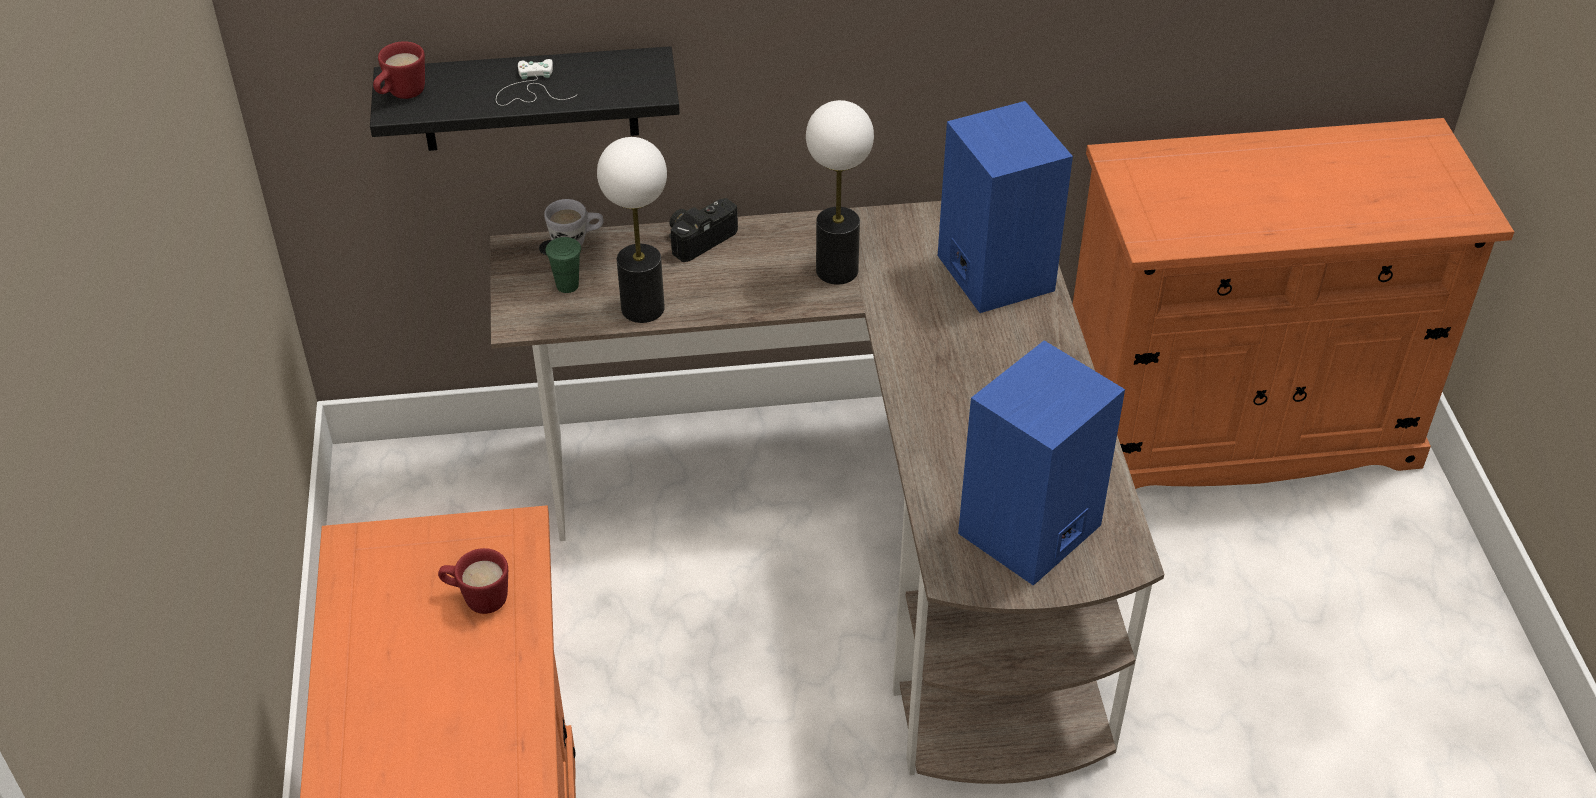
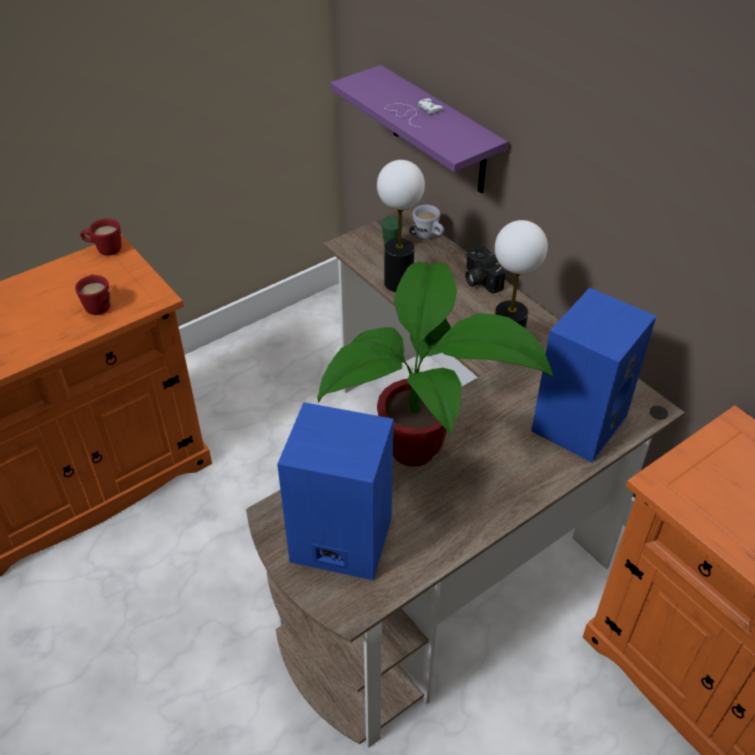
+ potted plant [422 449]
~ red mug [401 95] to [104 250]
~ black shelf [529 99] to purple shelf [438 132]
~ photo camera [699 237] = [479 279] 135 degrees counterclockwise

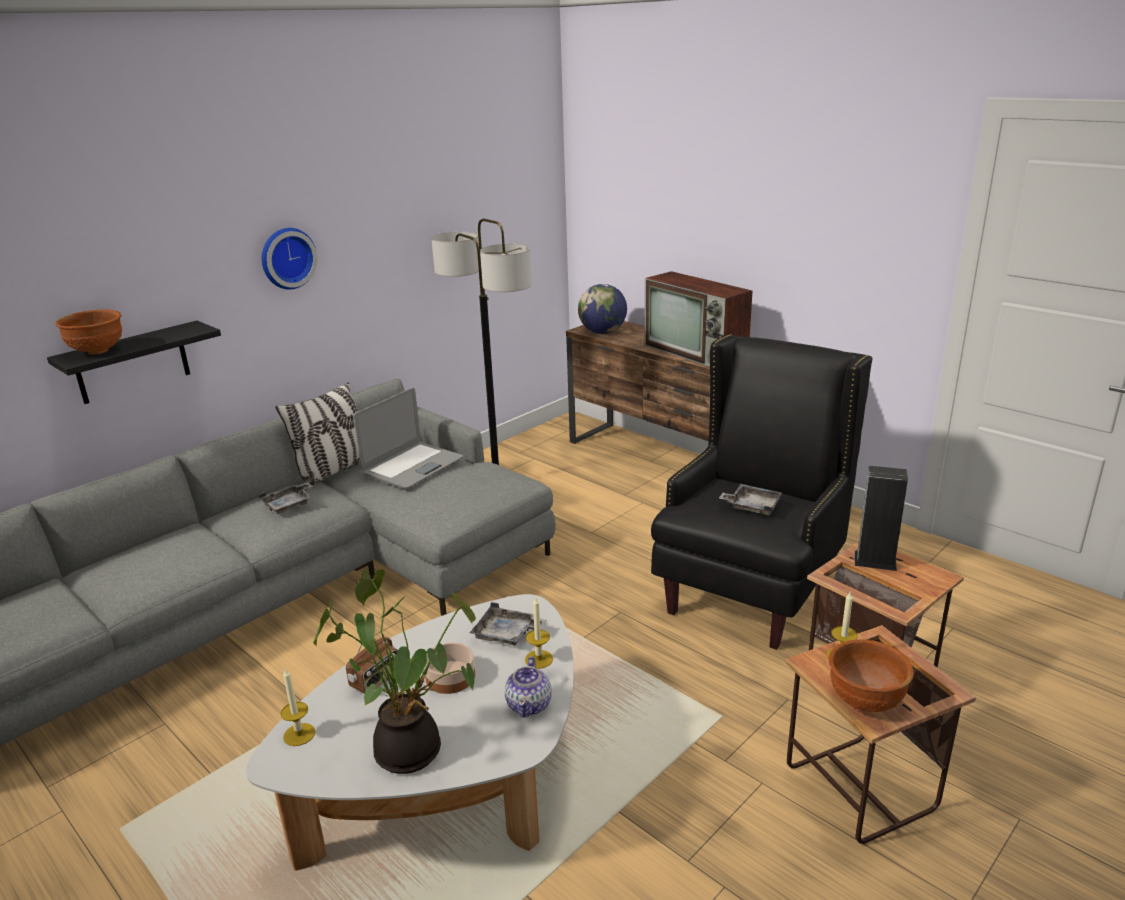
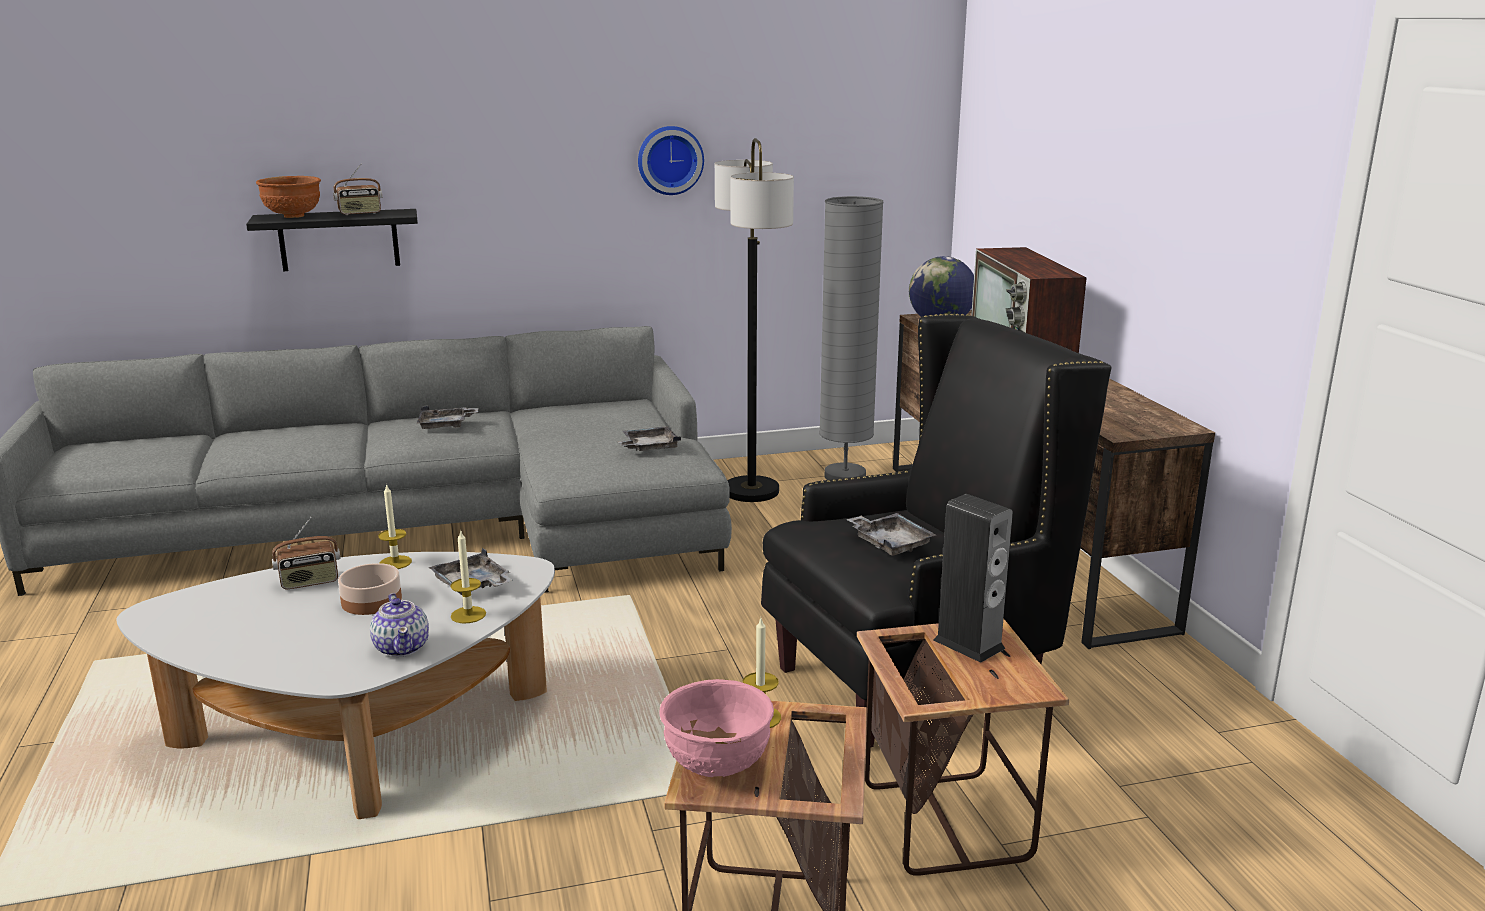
- pillow [334 472]
- potted plant [412 748]
- laptop [412 466]
+ radio [360 213]
+ grey tray [649 447]
+ grey floor lamp [844 477]
~ wall clock [287 258] to [669 160]
~ candle [299 734] to [395 562]
~ brown bowl [864 700] to pink bowl [717 765]
~ teapot [529 704] = [402 647] 60 degrees counterclockwise

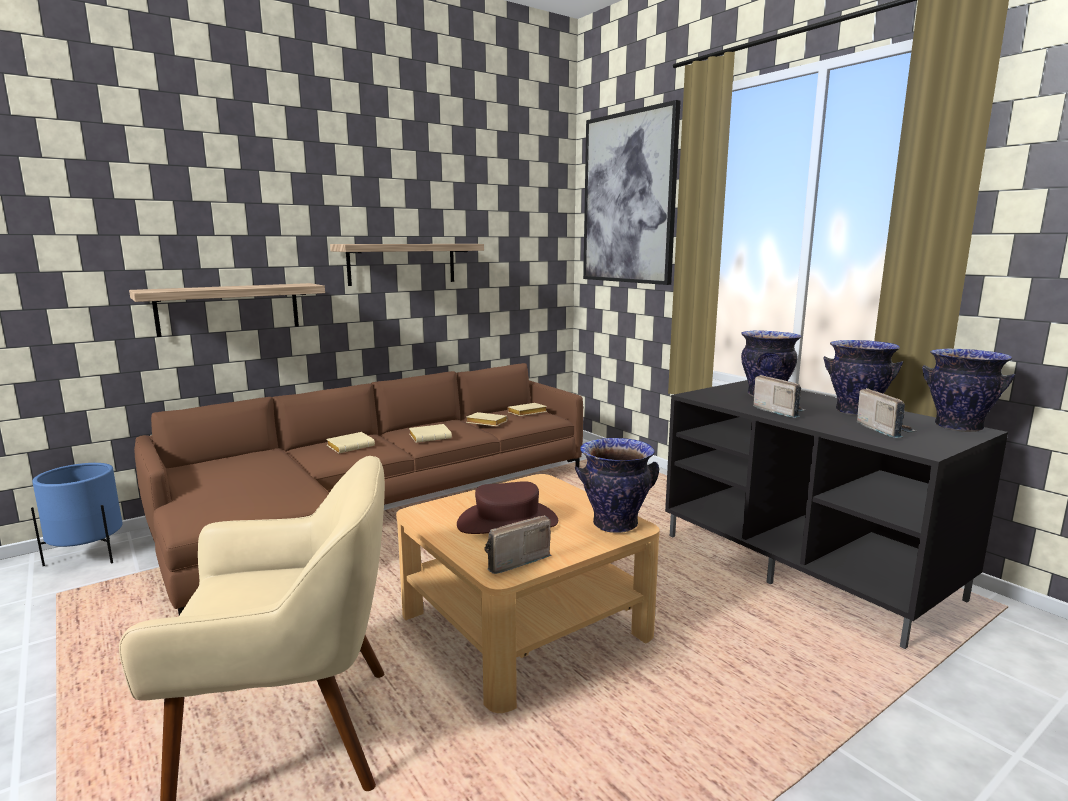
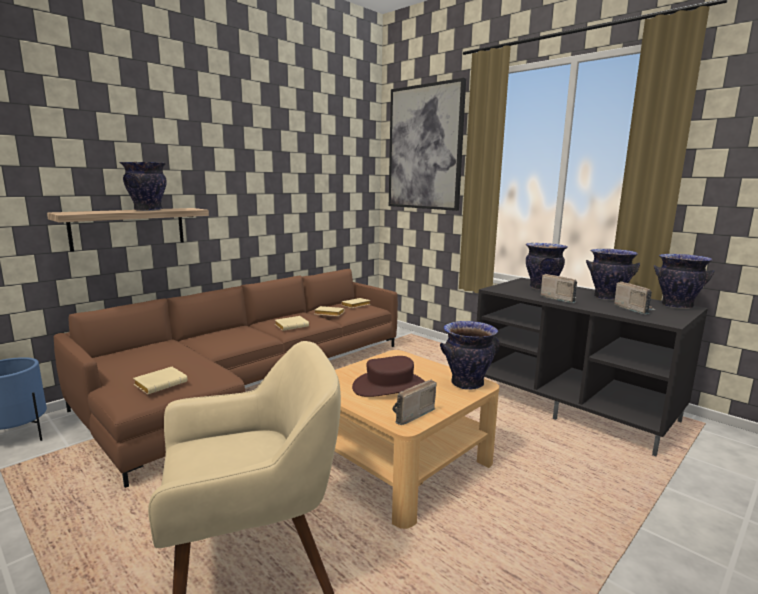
- shelf [402 263]
+ vase [147 210]
~ beige book [351 446] to [161 384]

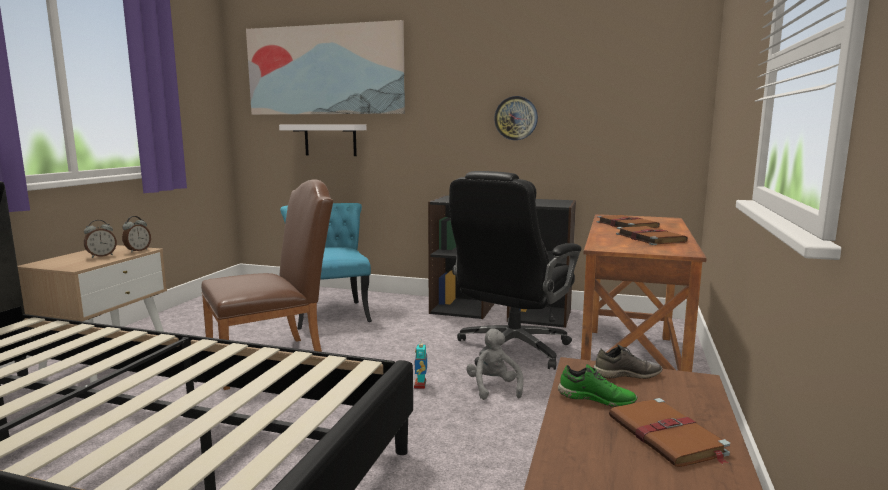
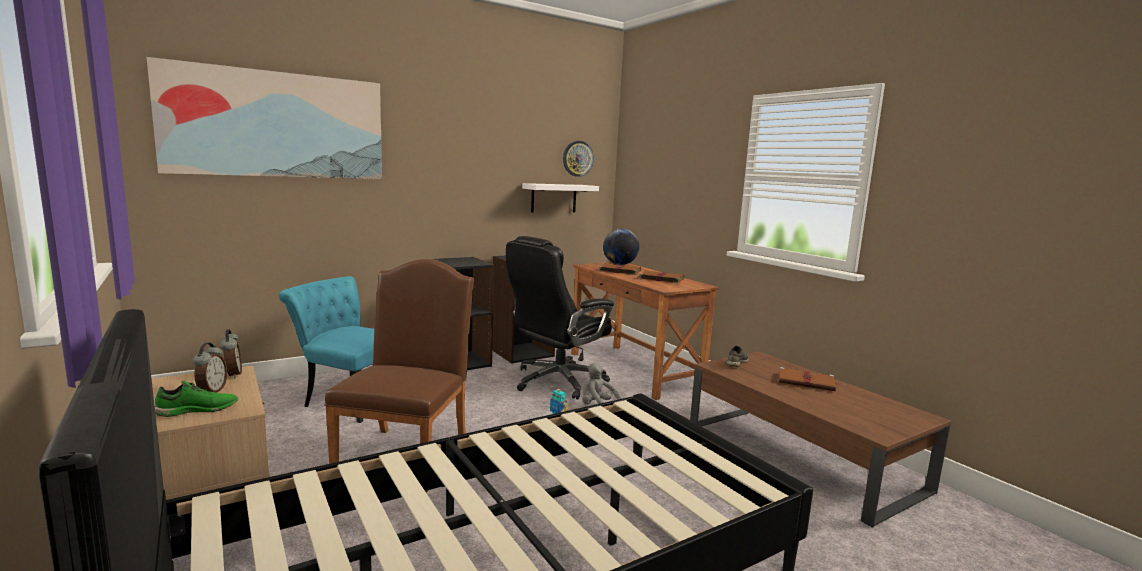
+ globe [620 264]
~ white shelf [330 140] to [553 198]
~ wall clock [516 118] to [577 158]
~ green shoe [596 398] to [198 410]
~ black office chair [511 350] = [557 381] 60 degrees clockwise

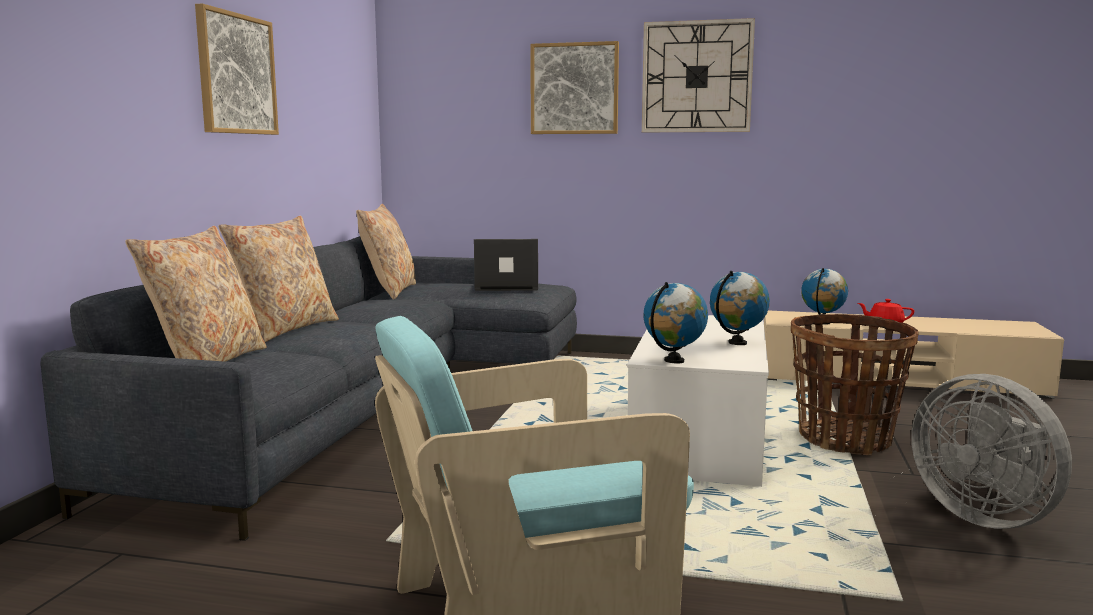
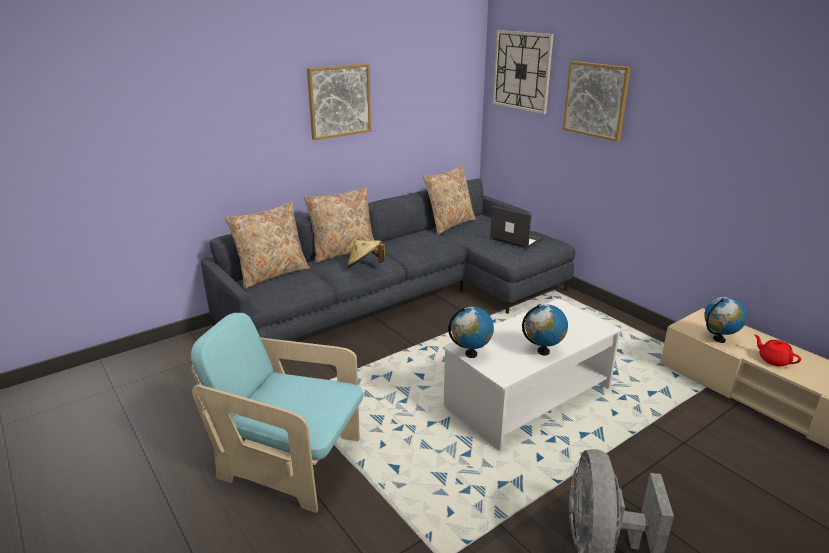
- basket [845 439]
+ beige hat [365 266]
~ wall clock [697 77] to [522 71]

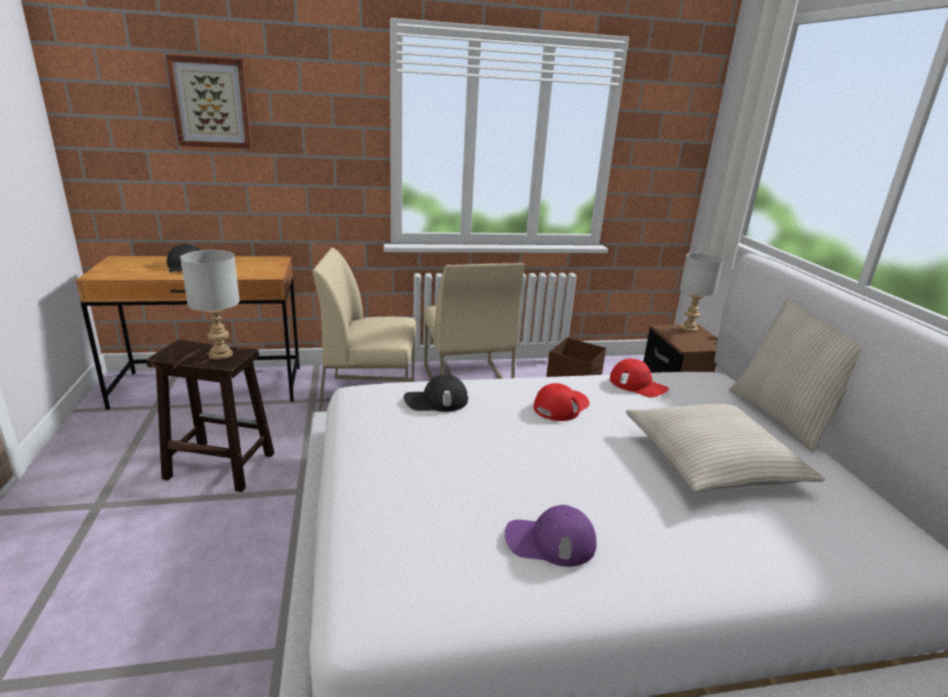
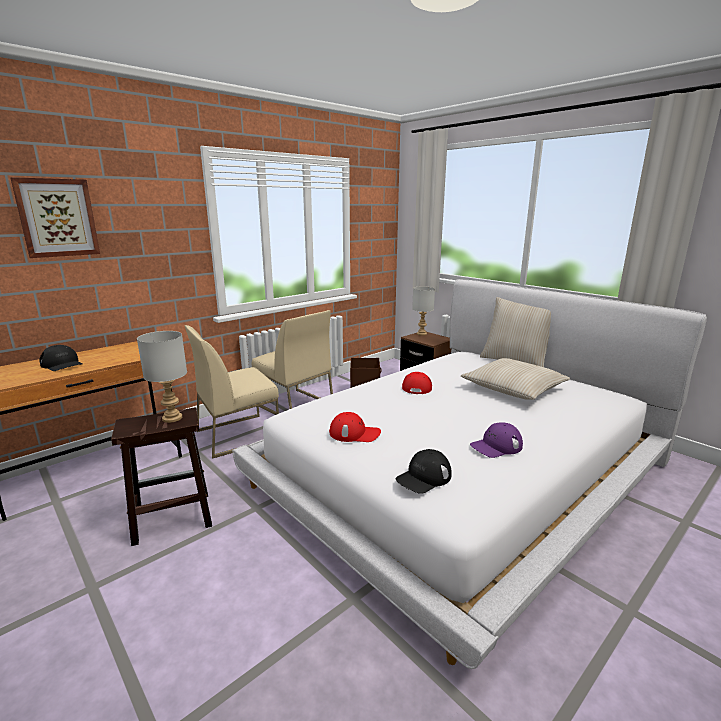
~ black cap [436 400] to [423 477]
~ red cap [638 385] to [355 433]

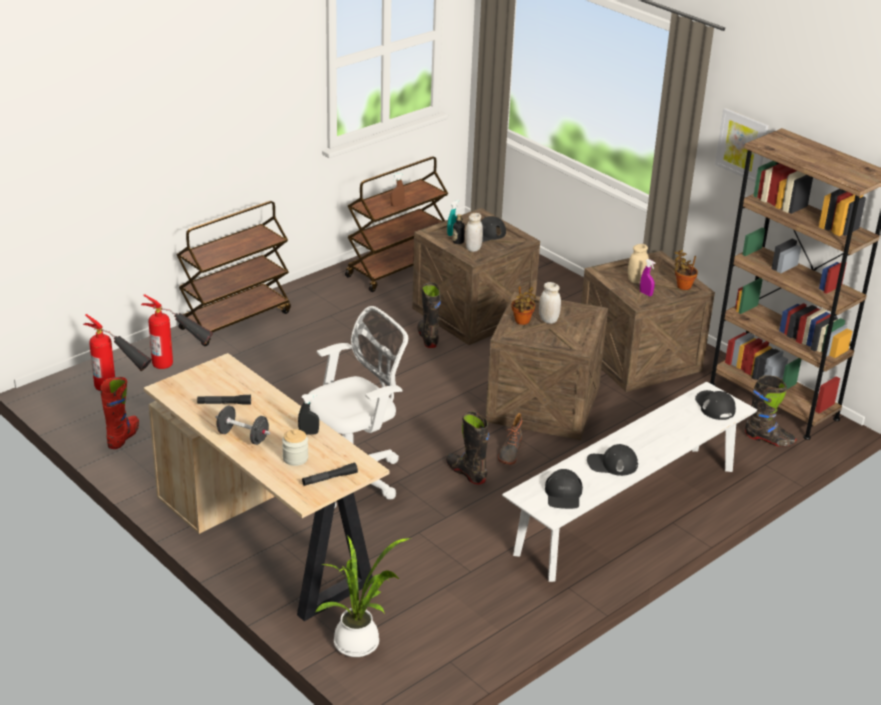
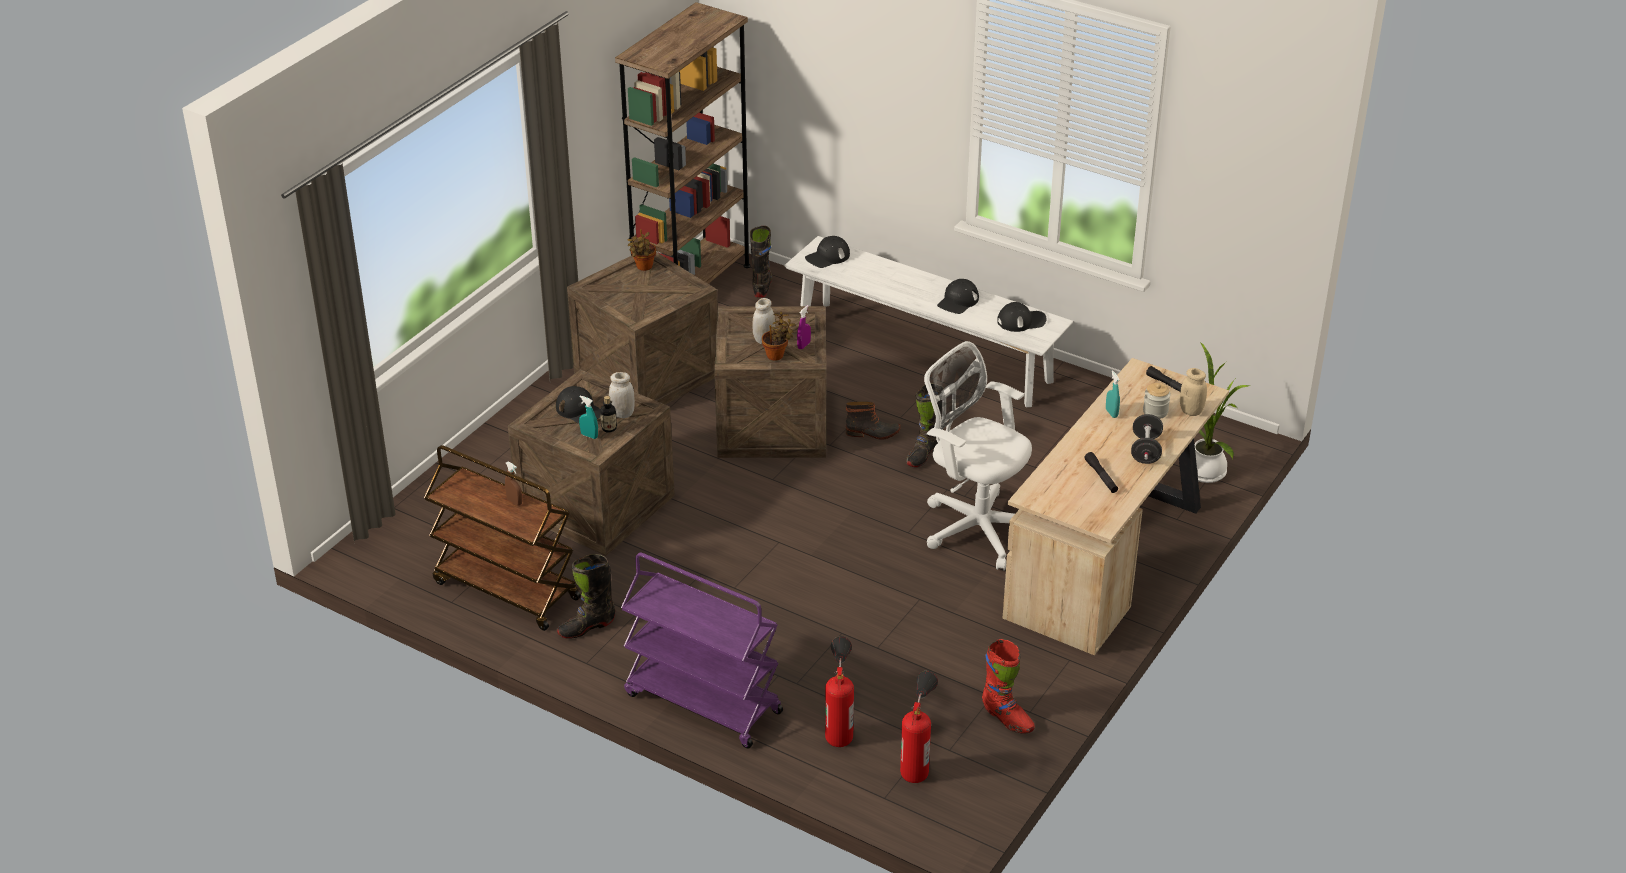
- picture [742 144]
~ black boot [428 338] to [586 627]
~ beige jar [636 280] to [1191 411]
~ purple spray bottle [646 294] to [804 345]
~ brown cart [235 319] to purple cart [702 703]
~ black spray bottle [308 433] to turquoise spray bottle [1111 413]
~ red boot [123 437] = [1007 718] 135 degrees counterclockwise
~ black cap [612 464] = [958 301] 45 degrees clockwise

